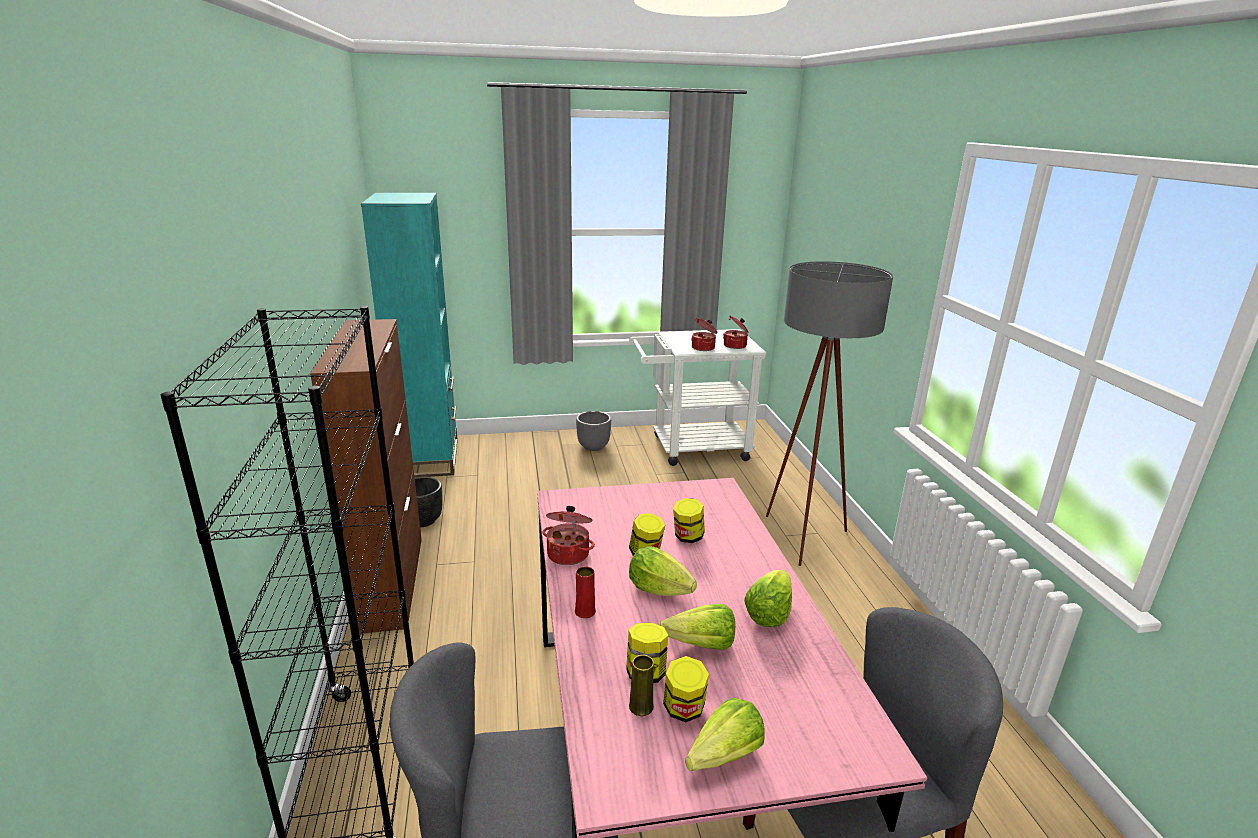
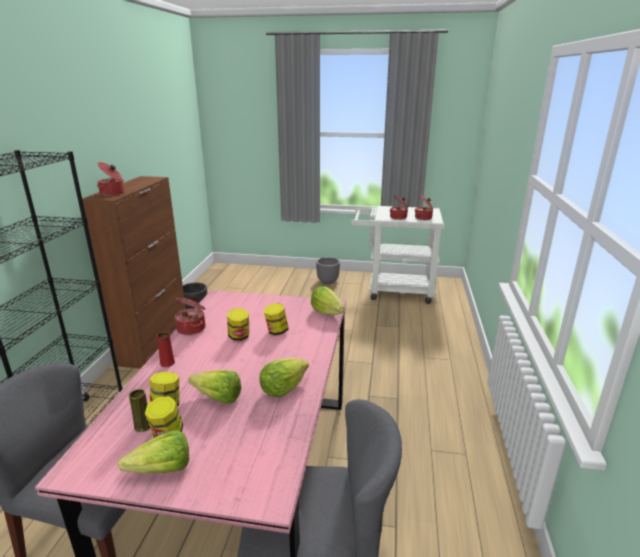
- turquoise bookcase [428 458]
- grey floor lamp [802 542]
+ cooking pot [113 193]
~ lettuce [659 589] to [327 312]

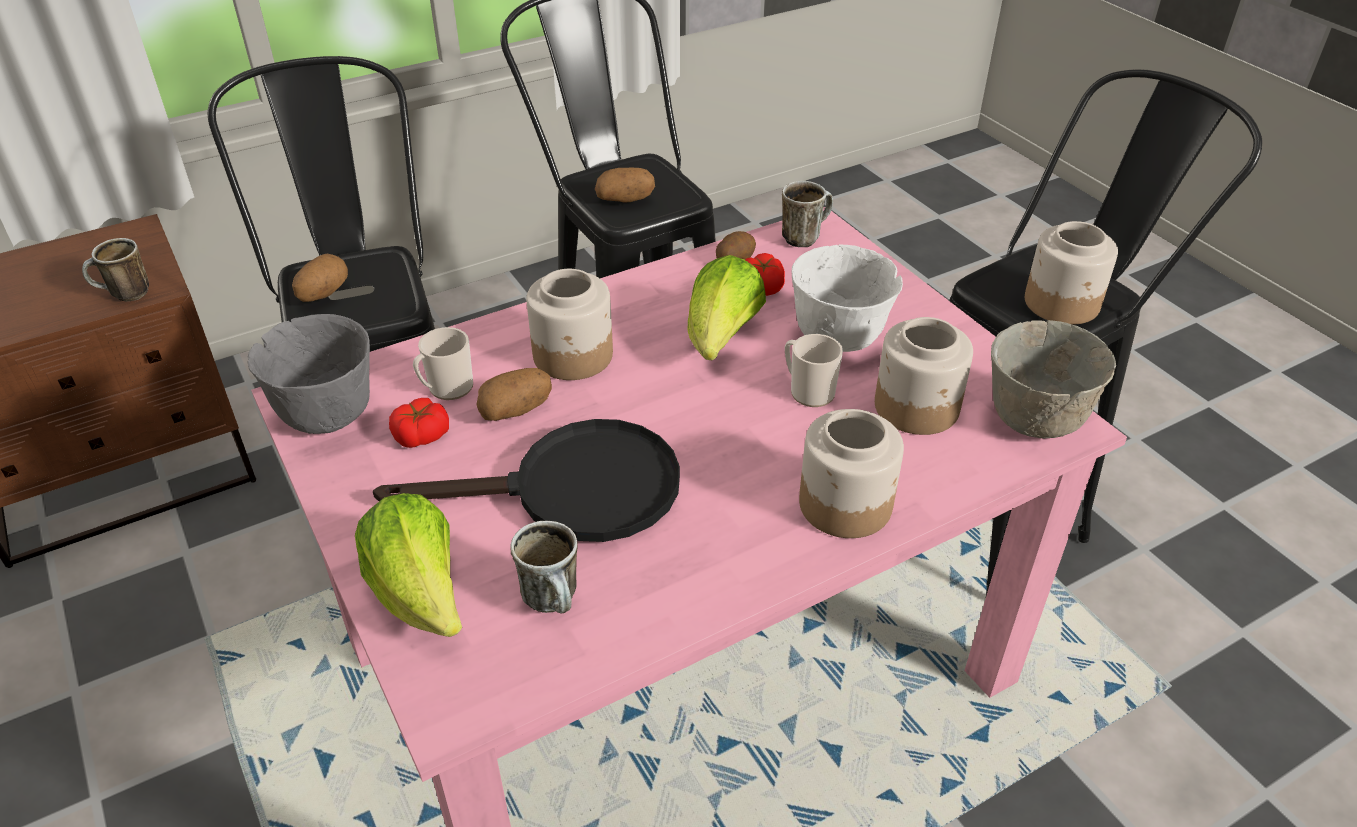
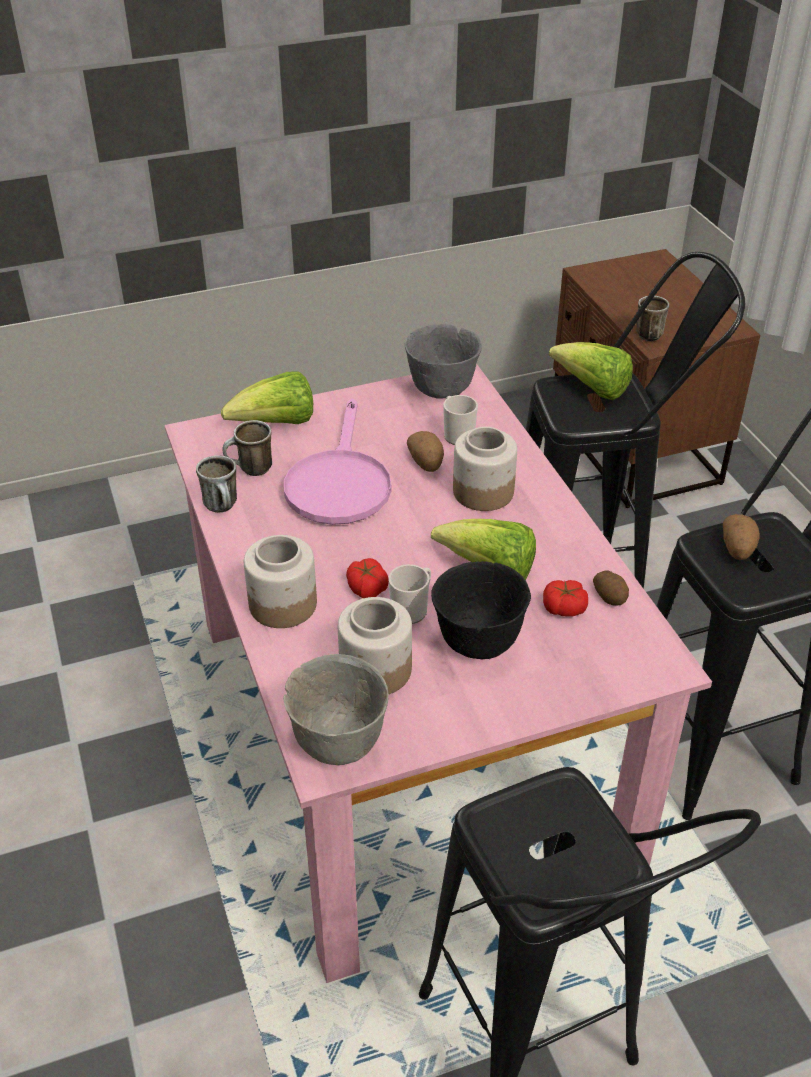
- jar [1062 303]
~ tomato [422 435] to [367 587]
~ mug [804 236] to [224 508]
~ potato [323 293] to lettuce [592 389]
~ black frying pan [573 491] to pink frying pan [339 483]
~ white bowl [841 338] to black bowl [478 643]

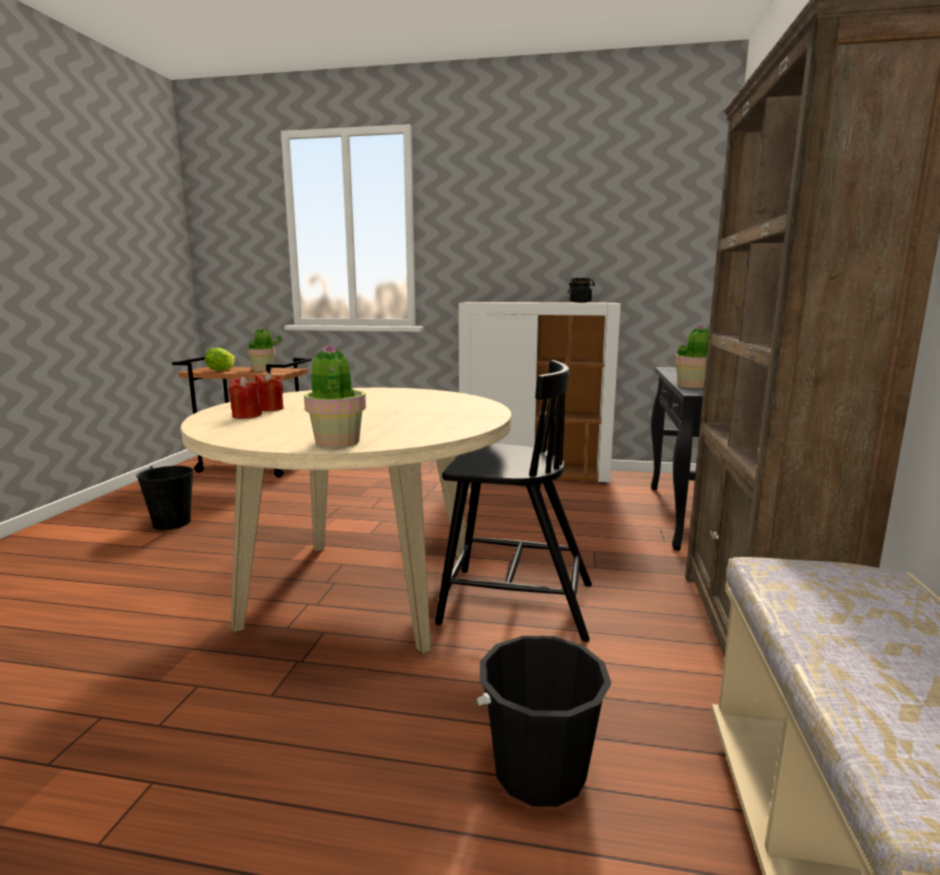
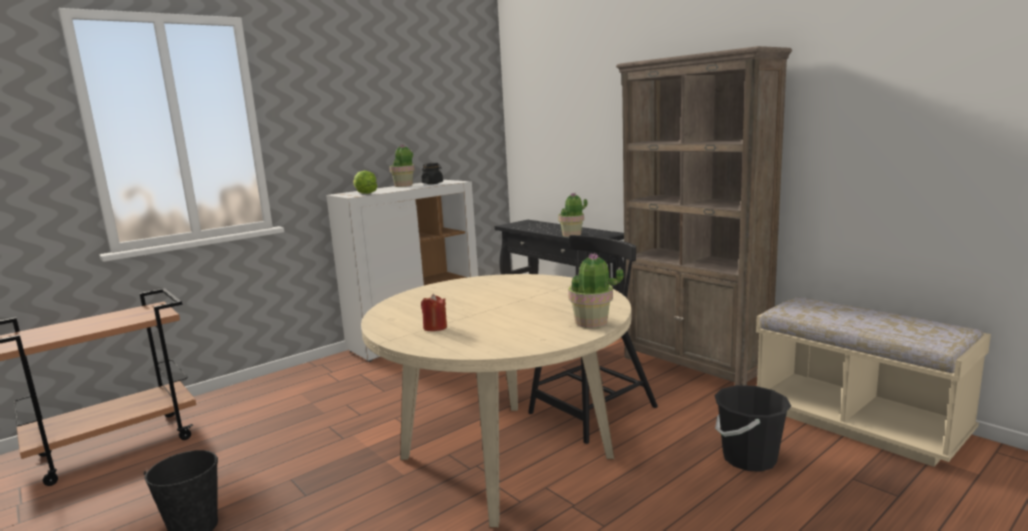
- red candle [246 416]
~ lettuce [221 370] to [365 194]
~ potted plant [263 369] to [404 185]

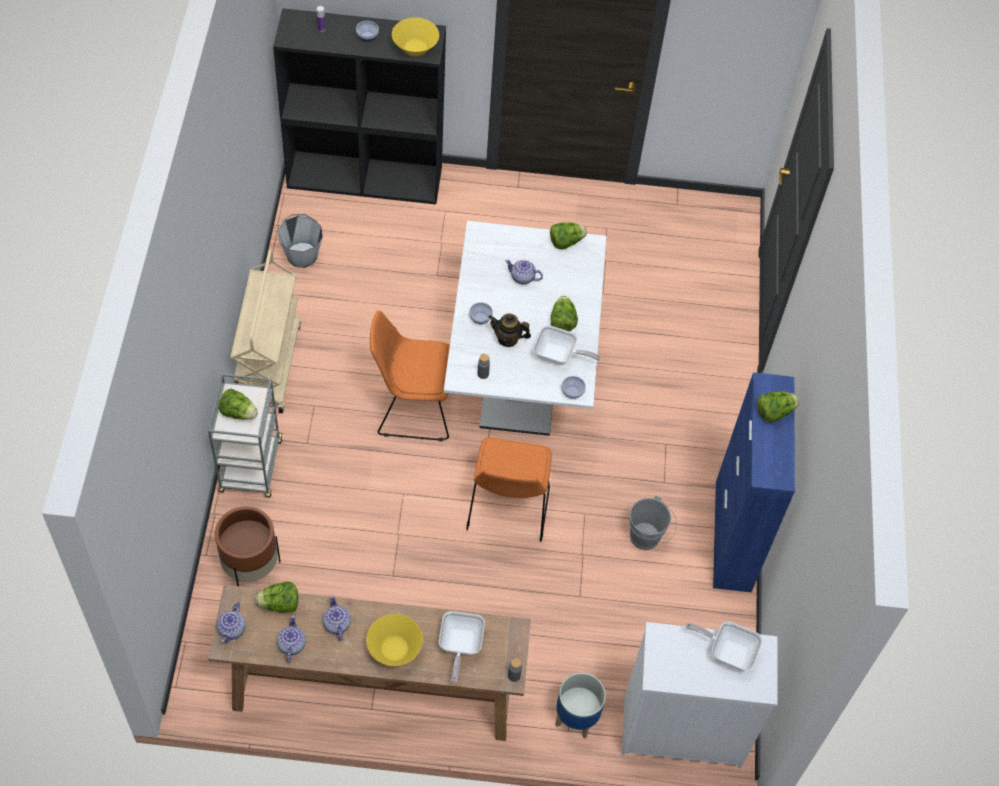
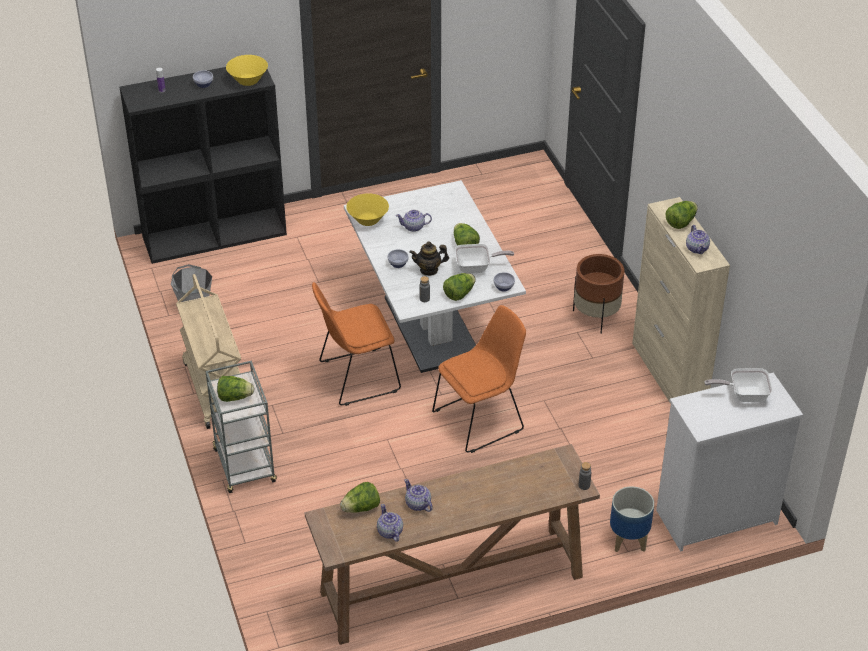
- frying pan [459 646]
- grey bucket [648 538]
~ brown planter [250 567] to [596 317]
~ teapot [232 629] to [697 248]
~ yellow bowl [394 649] to [367 220]
~ lettuce [566 242] to [459 294]
~ blue cabinet [732 536] to beige cabinet [669 374]
~ orange chair [508 509] = [480 419] 105 degrees counterclockwise

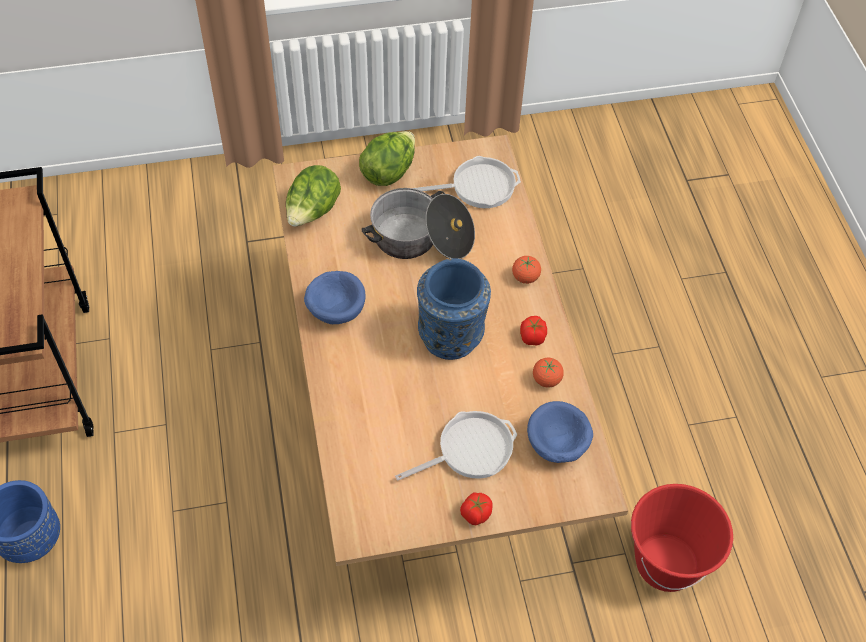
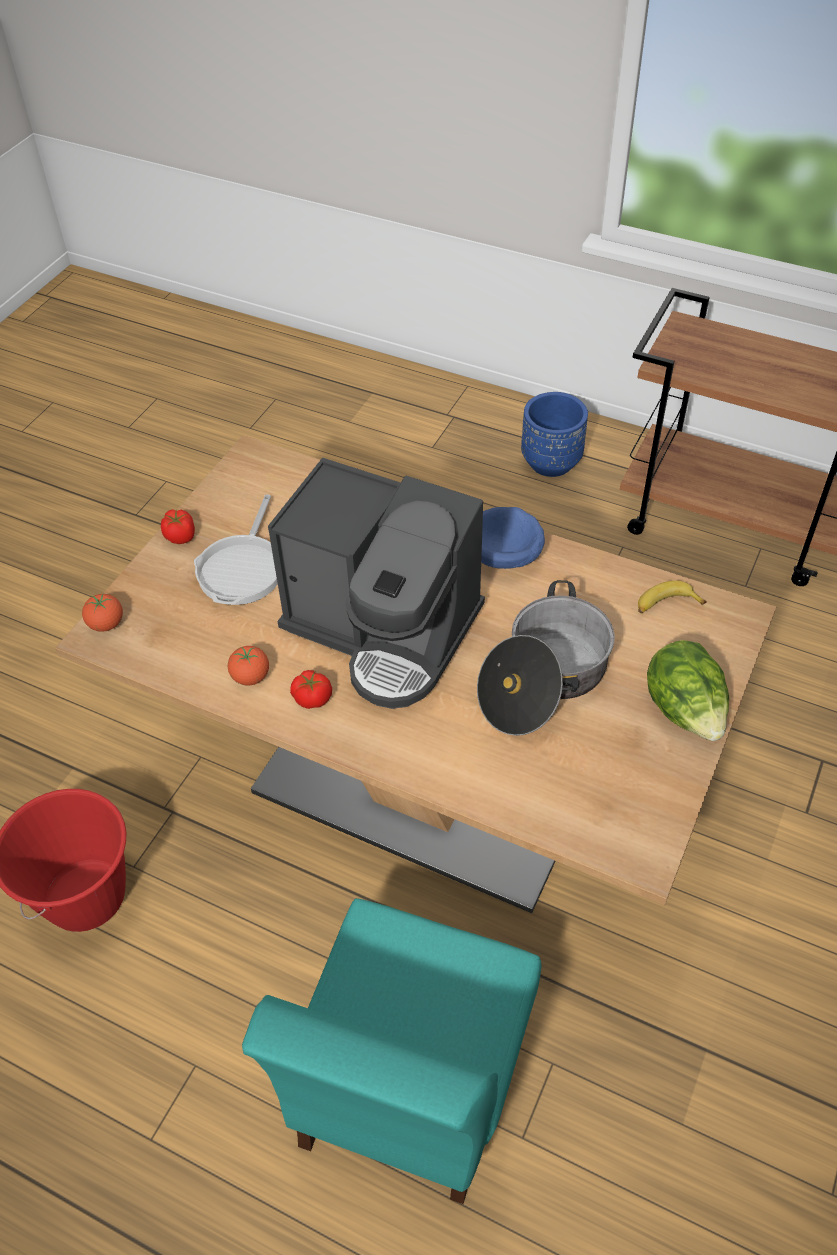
- frying pan [478 186]
- blue bowl [556 445]
+ turquoise chair [409 1081]
~ tomato [525 277] to [106 624]
~ lettuce [313 212] to banana [666 604]
~ blue vase [451 335] to coffee machine [384 630]

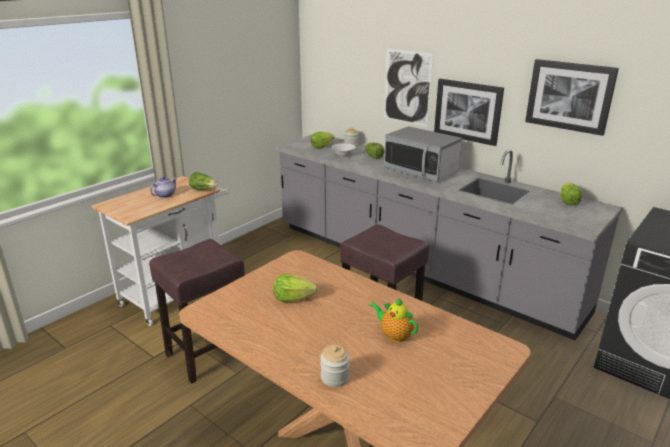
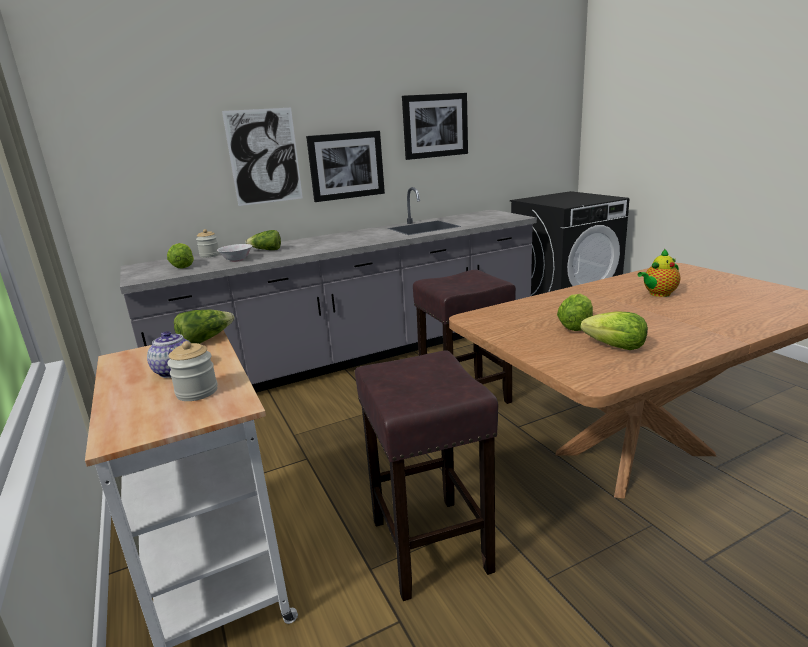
- microwave [421 171]
~ jar [335 377] to [197 392]
~ lettuce [567 202] to [615 347]

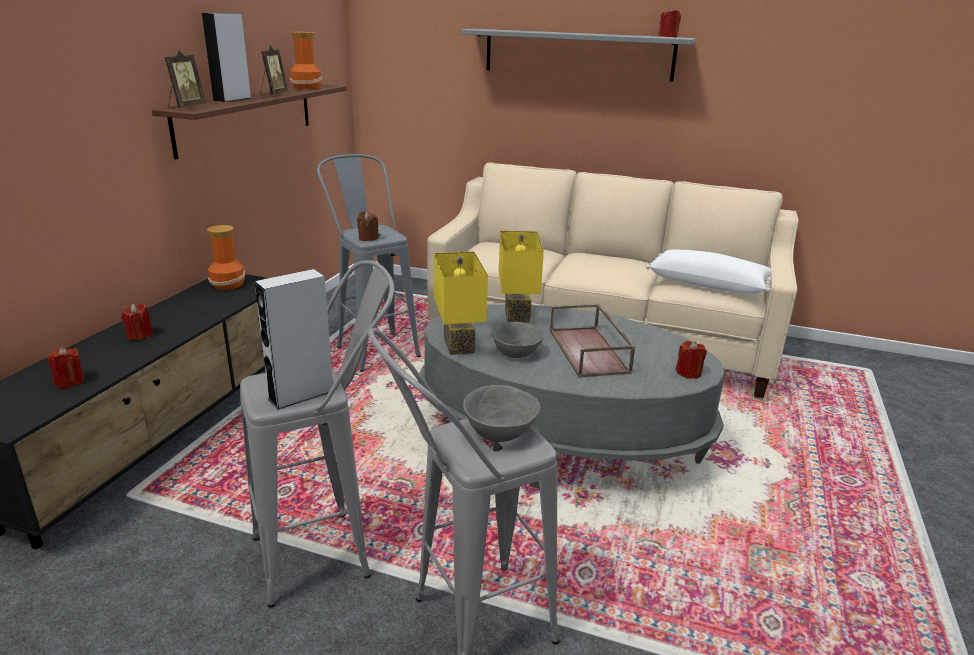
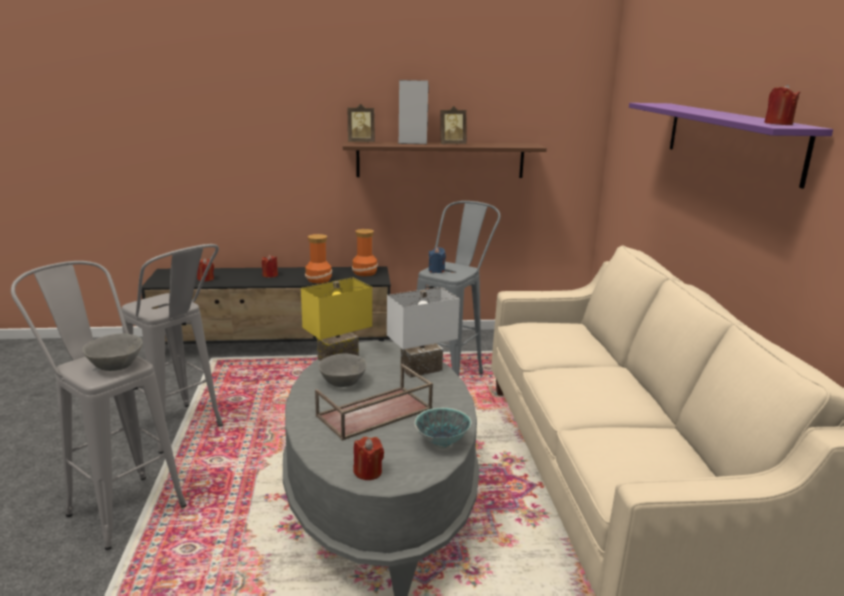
- grey speaker [301 395]
- white pillow [709 285]
+ bowl [442 442]
~ vase [307 87] to [319 279]
~ brown candle [368 238] to blue candle [436 270]
~ grey shelf [578 54] to purple shelf [730 139]
~ yellow table lamp [515 315] to white table lamp [421 368]

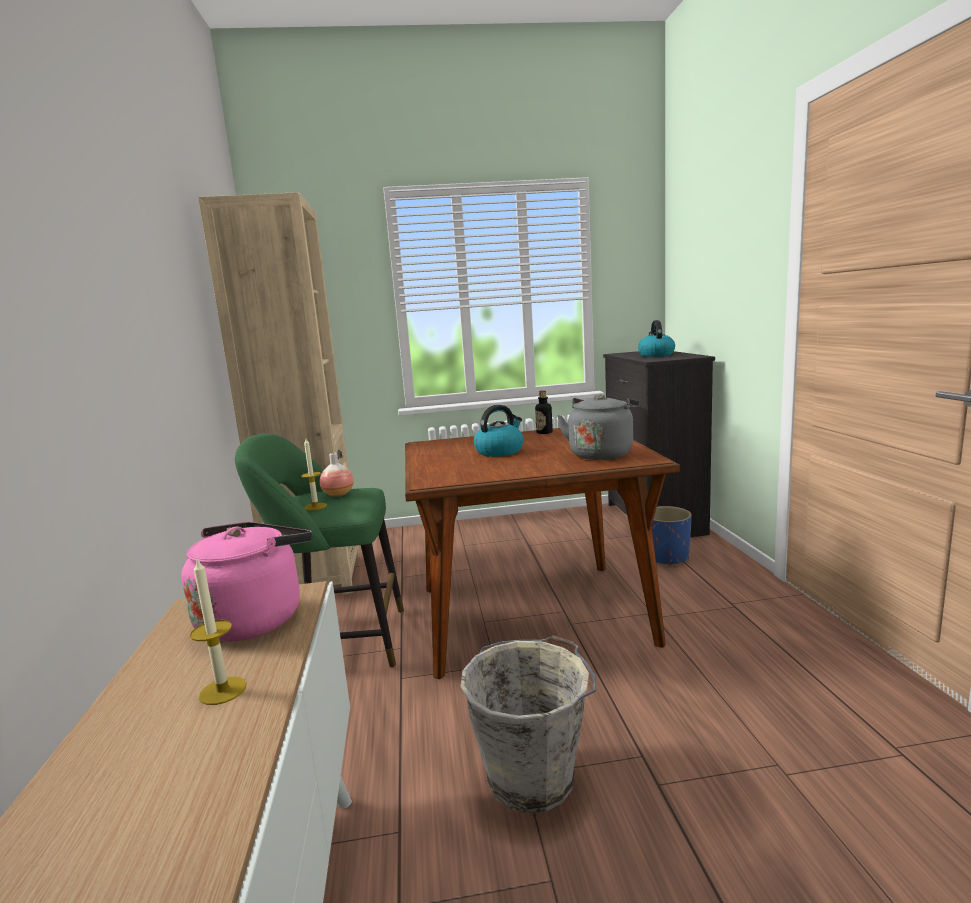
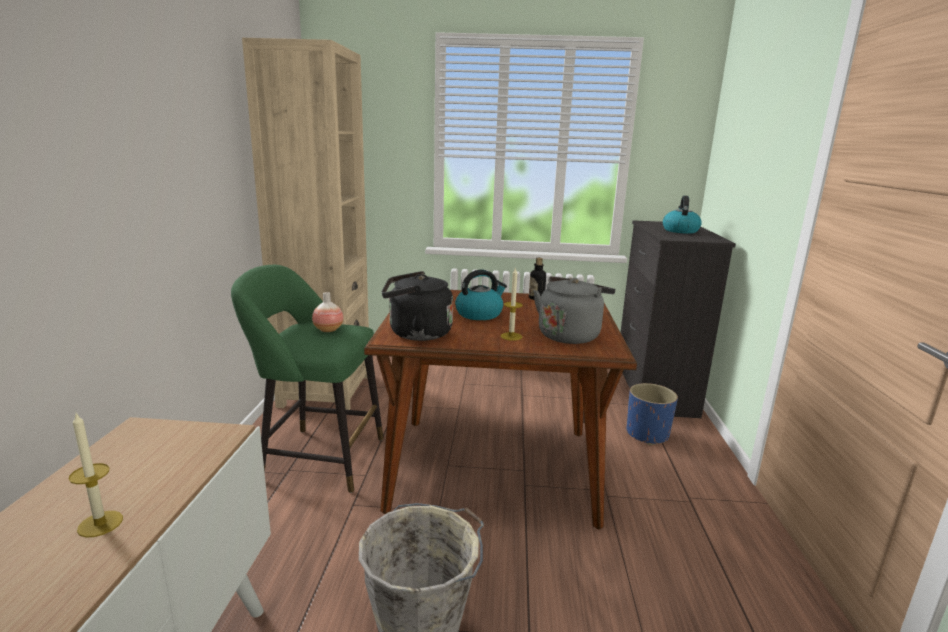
- pink kettle [254 618]
+ black kettle [416 334]
~ candle [315 506] to [511 336]

